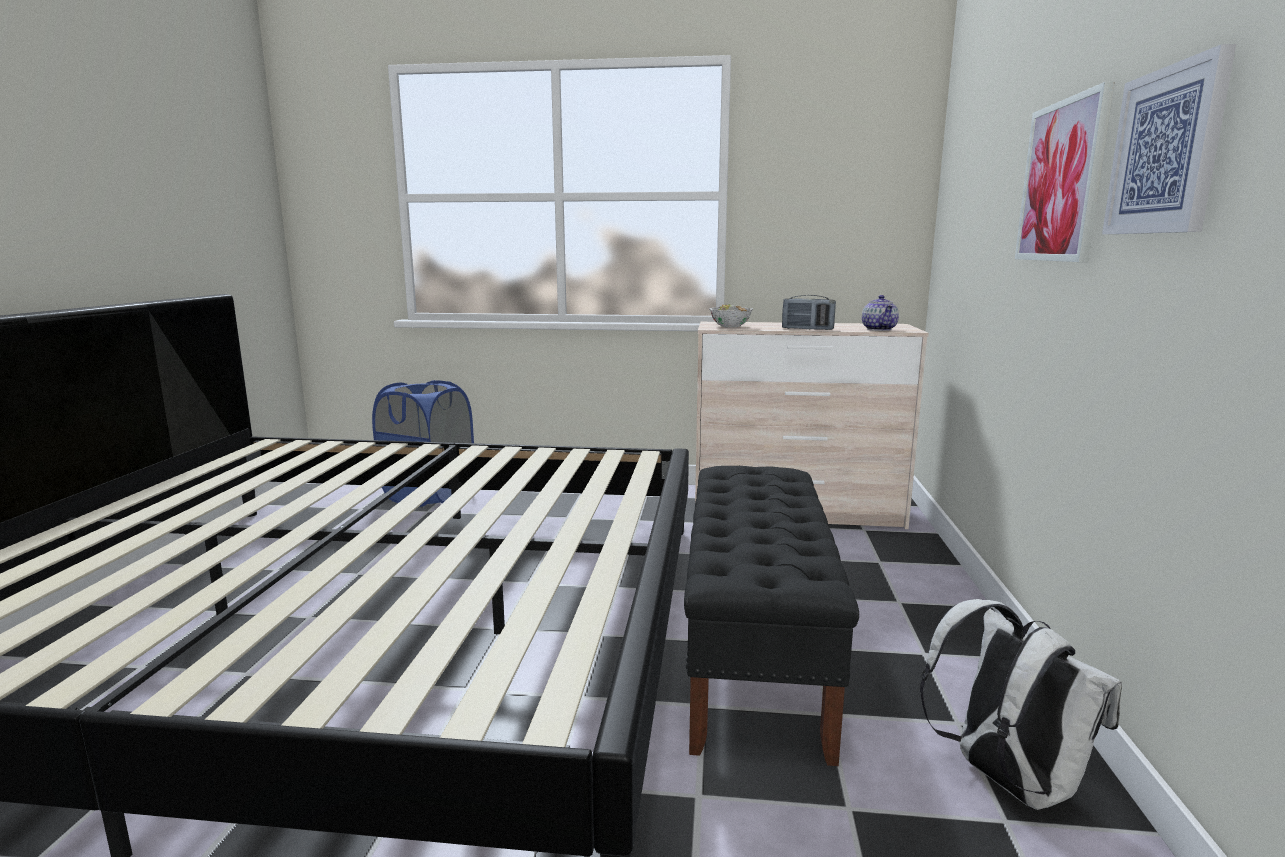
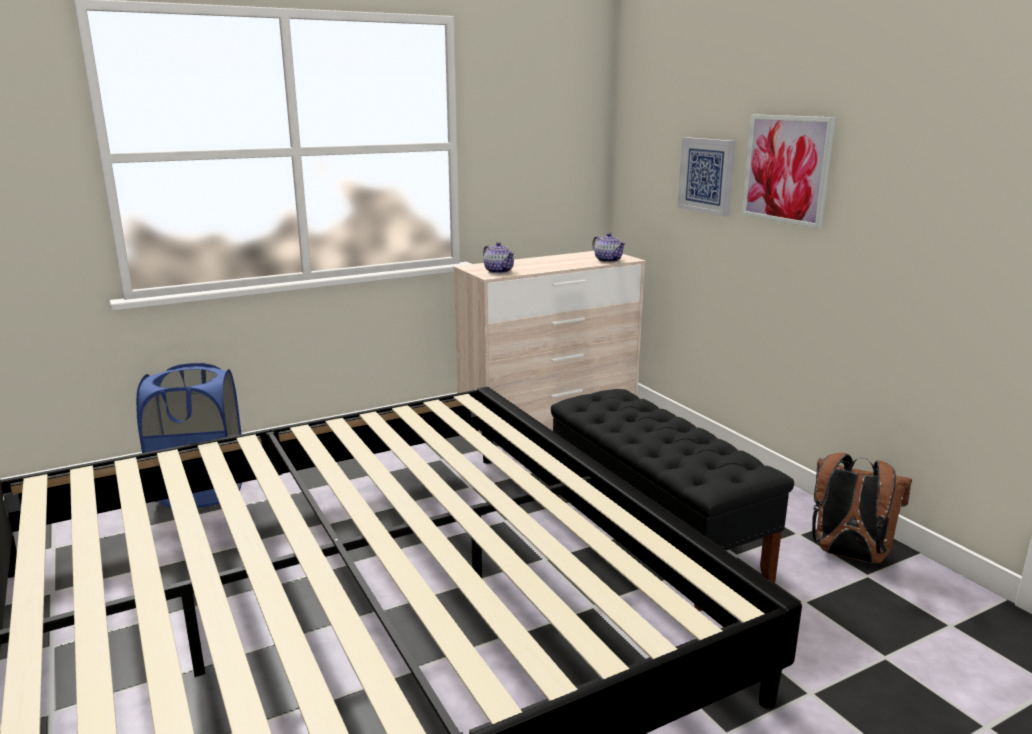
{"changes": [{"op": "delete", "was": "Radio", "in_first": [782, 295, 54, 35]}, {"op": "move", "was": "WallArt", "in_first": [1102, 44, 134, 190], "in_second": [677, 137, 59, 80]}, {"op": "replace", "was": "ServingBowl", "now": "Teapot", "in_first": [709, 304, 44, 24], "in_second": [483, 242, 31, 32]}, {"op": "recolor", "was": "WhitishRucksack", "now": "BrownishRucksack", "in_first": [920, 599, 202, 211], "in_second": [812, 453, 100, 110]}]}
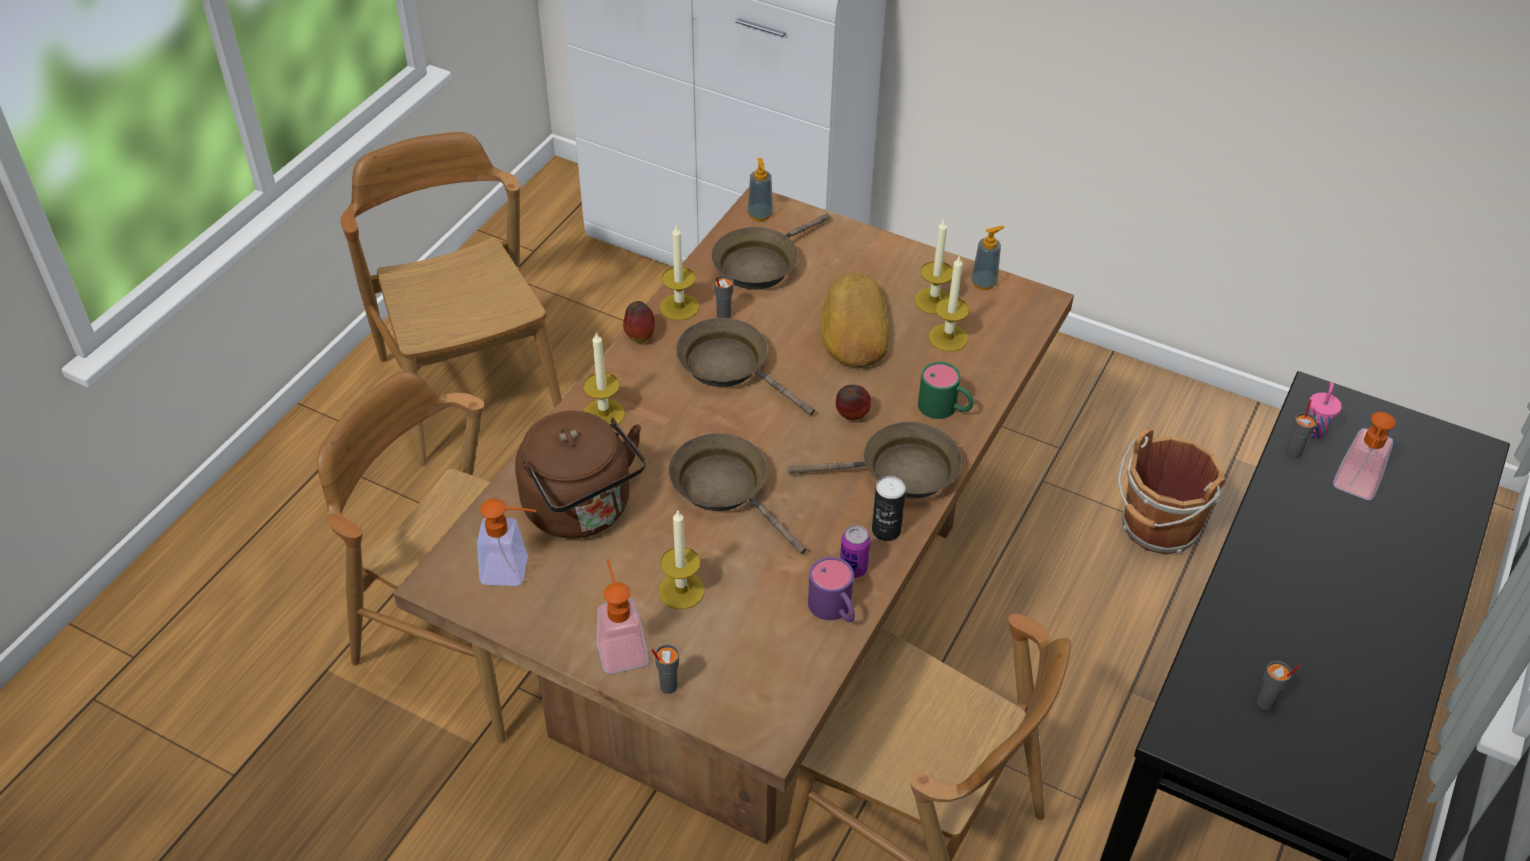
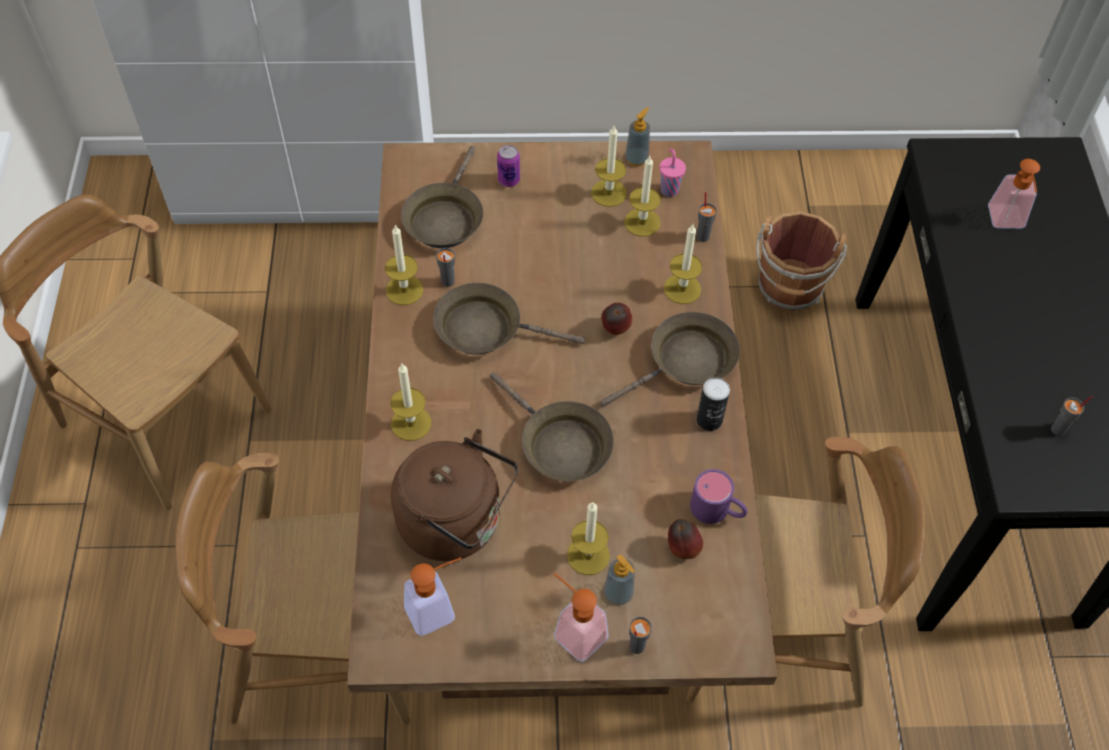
{"changes": [{"op": "delete", "was": "BakeryBread", "in_first": [821, 273, 68, 94]}, {"op": "move", "was": "WholeApple", "in_first": [623, 301, 32, 42], "in_second": [668, 519, 35, 41]}, {"op": "move", "was": "SoapDispenser", "in_first": [748, 158, 25, 63], "in_second": [604, 554, 31, 51]}, {"op": "move", "was": "Can", "in_first": [840, 525, 31, 53], "in_second": [497, 145, 23, 42]}, {"op": "move", "was": "GrayDrinkingCup", "in_first": [1286, 399, 31, 60], "in_second": [697, 192, 20, 50]}, {"op": "move", "was": "PinkColouredDrinkingCup", "in_first": [1308, 382, 34, 57], "in_second": [659, 149, 27, 48]}, {"op": "replace", "was": "GreenMug", "now": "Candle", "in_first": [918, 362, 56, 57], "in_second": [664, 225, 38, 79]}, {"op": "rotate", "was": "BrownishPan", "in_first": [669, 433, 137, 121], "in_second": [490, 372, 124, 109], "clockwise": -150}]}
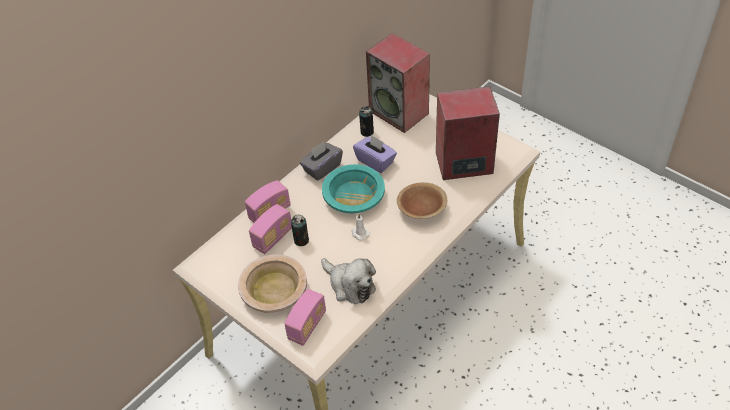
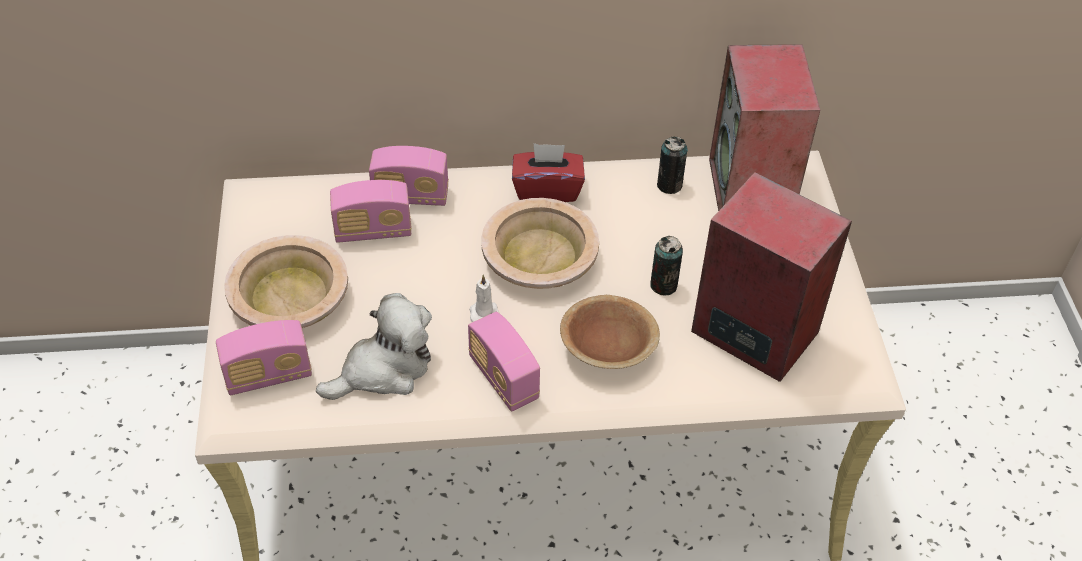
{"changes": [{"op": "delete", "was": "PurplishBoxOfTissues", "in_first": [353, 134, 44, 39]}, {"op": "insert", "now": "Radio", "in_second": [468, 312, 72, 99]}, {"op": "move", "was": "Can", "in_first": [291, 214, 18, 32], "in_second": [650, 236, 33, 60]}, {"op": "recolor", "was": "GrayBoxOfTissues", "now": "RedBoxOfTissues", "in_first": [300, 142, 43, 39], "in_second": [512, 143, 73, 59]}, {"op": "recolor", "was": "TurquoiseColouredServingBowl", "now": "SandColouredServingBowl", "in_first": [322, 164, 63, 49], "in_second": [481, 198, 118, 91]}, {"op": "rotate", "was": "SoftToy", "in_first": [321, 258, 55, 46], "in_second": [316, 293, 116, 107], "clockwise": -120}]}
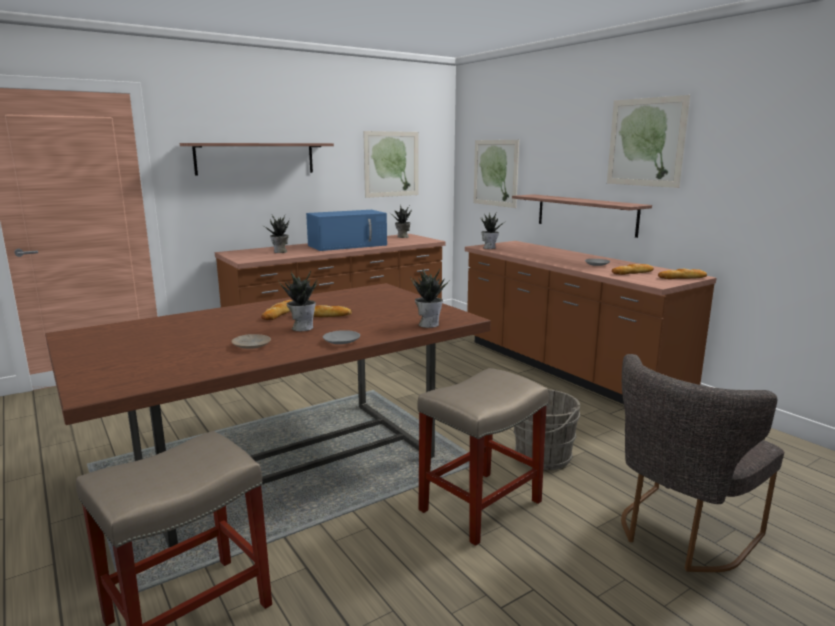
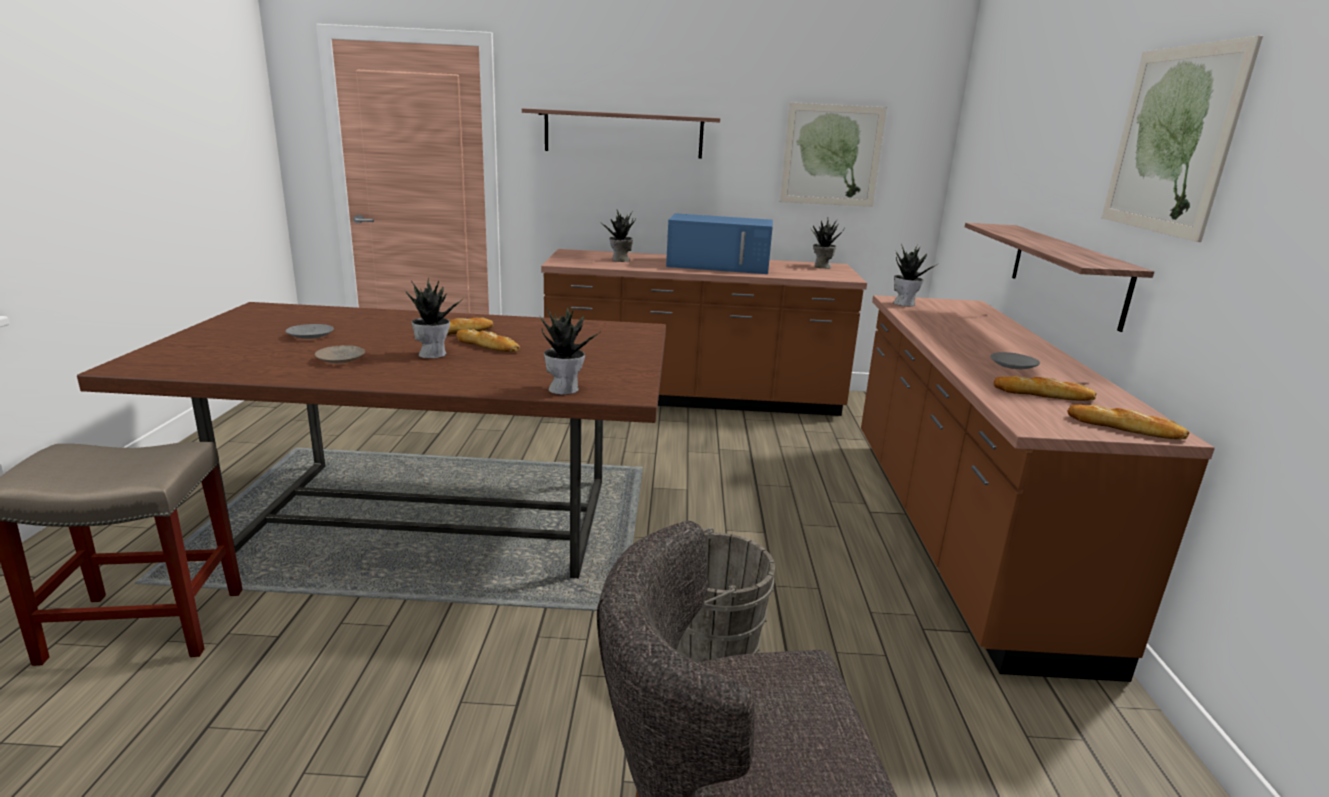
{"changes": [{"op": "delete", "was": "SandColouredStool", "in_first": [418, 368, 130, 178]}, {"op": "delete", "was": "WallArt", "in_first": [473, 140, 46, 68]}, {"op": "move", "was": "GrayPlate", "in_first": [323, 330, 37, 14], "in_second": [285, 324, 49, 15]}]}
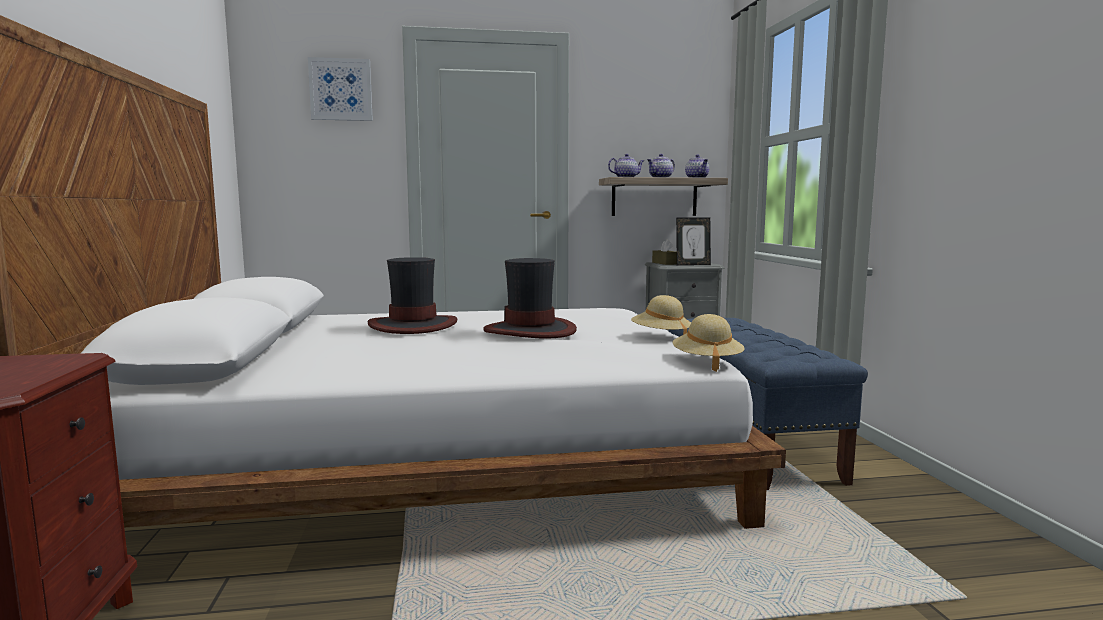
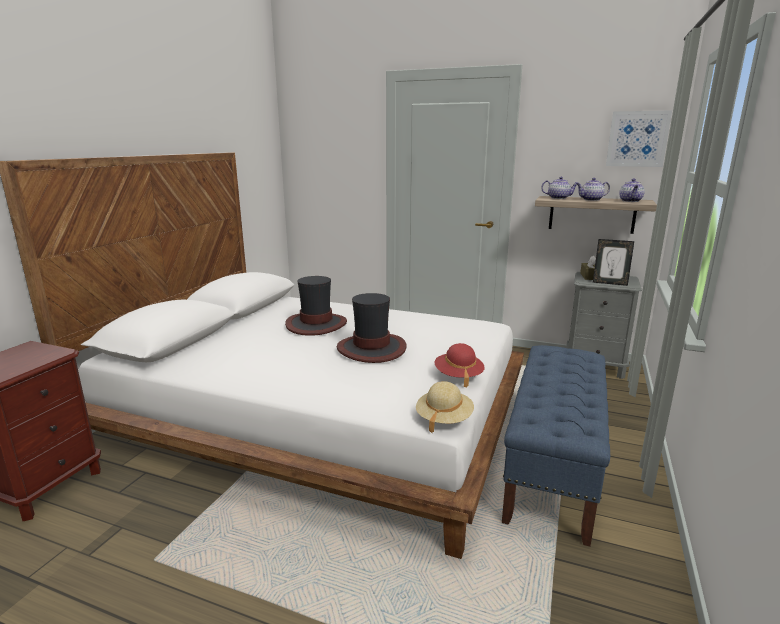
{"changes": [{"op": "move", "was": "WallArt", "in_first": [308, 57, 65, 64], "in_second": [606, 110, 66, 57]}, {"op": "recolor", "was": "SandColouredClothingHat", "now": "RedClothingHat", "in_first": [631, 295, 60, 40], "in_second": [435, 343, 50, 45]}]}
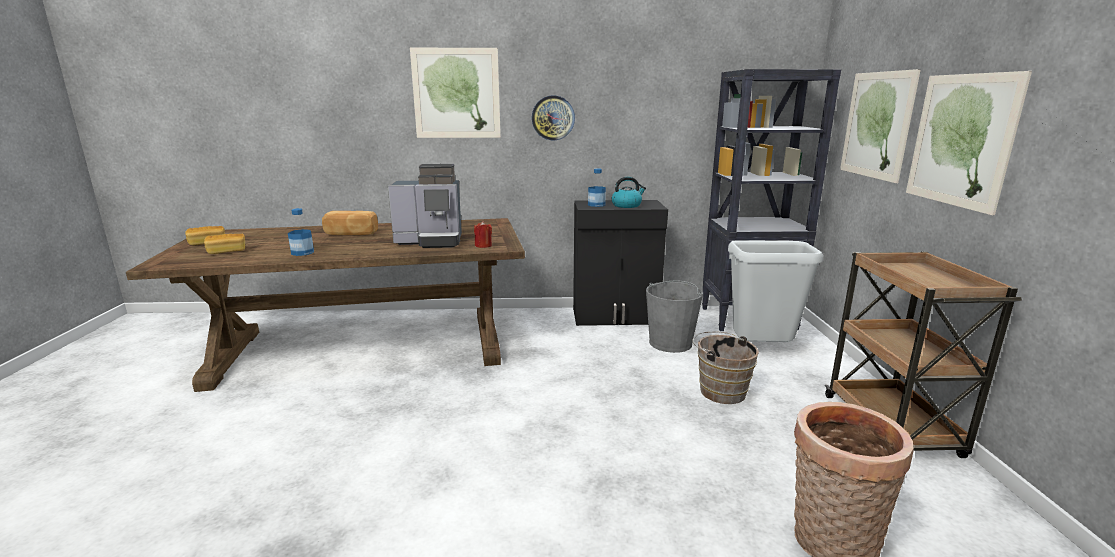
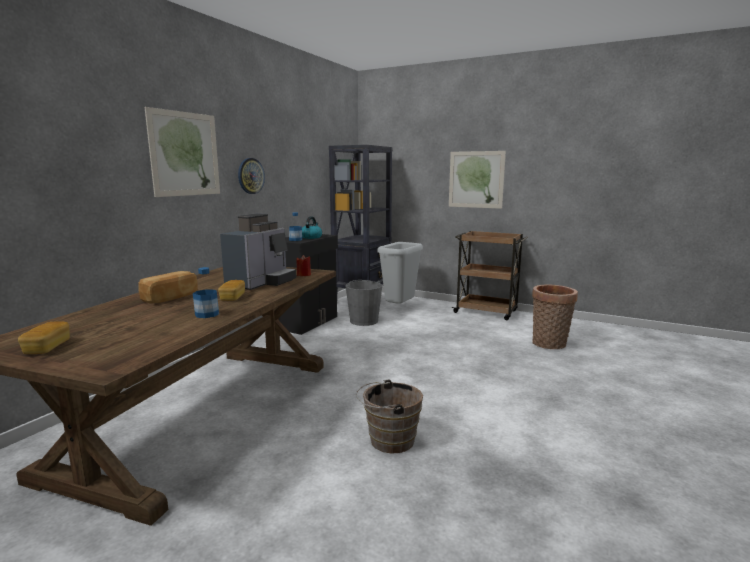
{"changes": [{"op": "delete", "was": "WallArt", "in_first": [840, 69, 81, 114]}, {"op": "move", "was": "BakeryBread", "in_first": [204, 234, 41, 20], "in_second": [218, 280, 27, 21]}, {"op": "move", "was": "BrownishBucket", "in_first": [692, 331, 67, 73], "in_second": [356, 380, 67, 74]}]}
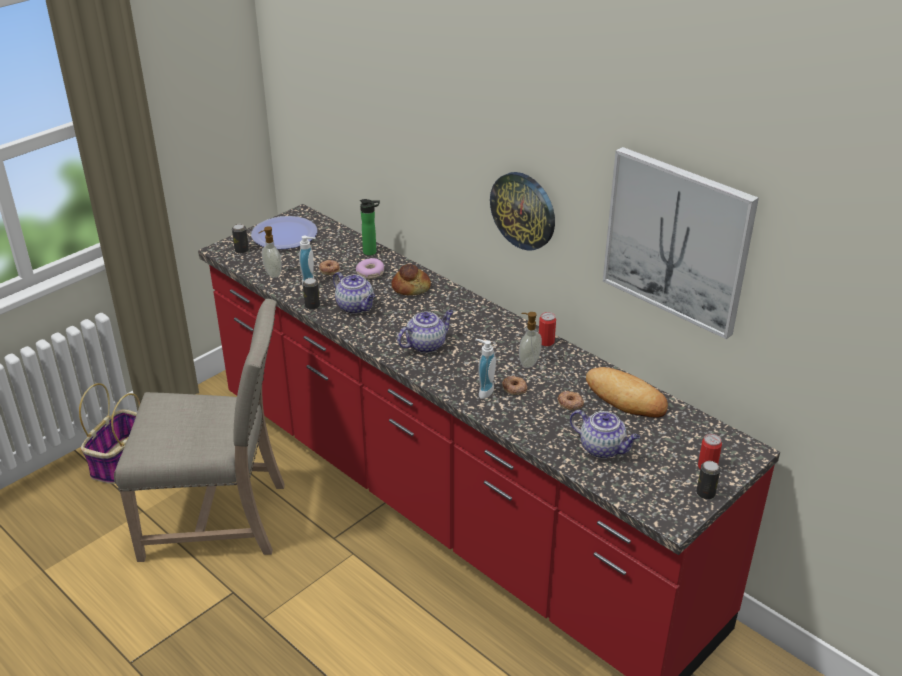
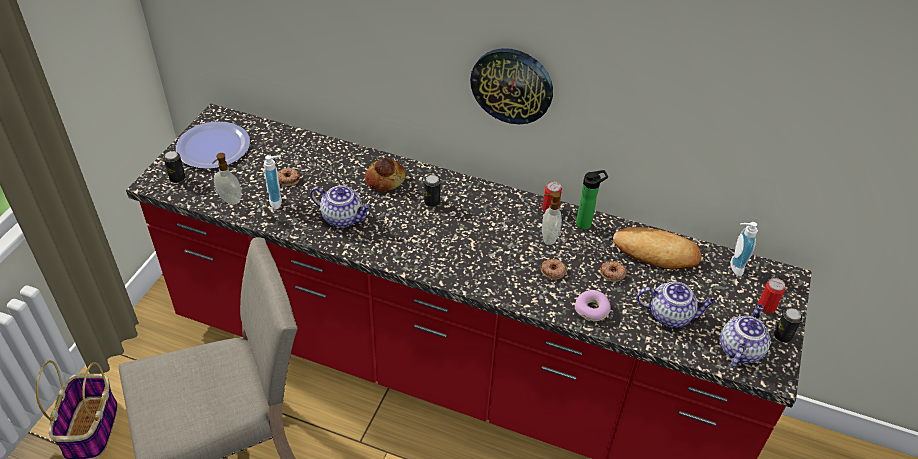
{"changes": [{"op": "delete", "was": "WallArt", "in_first": [603, 147, 156, 192]}, {"op": "move", "was": "Can", "in_first": [303, 278, 17, 32], "in_second": [424, 175, 17, 32]}, {"op": "move", "was": "RingDoughnut", "in_first": [356, 258, 28, 21], "in_second": [575, 290, 36, 31]}, {"op": "move", "was": "Bottle", "in_first": [360, 199, 20, 57], "in_second": [576, 170, 32, 60]}, {"op": "move", "was": "Teapot", "in_first": [397, 310, 57, 43], "in_second": [720, 304, 51, 64]}, {"op": "move", "was": "SoapDispenser", "in_first": [475, 339, 21, 60], "in_second": [730, 222, 28, 54]}]}
